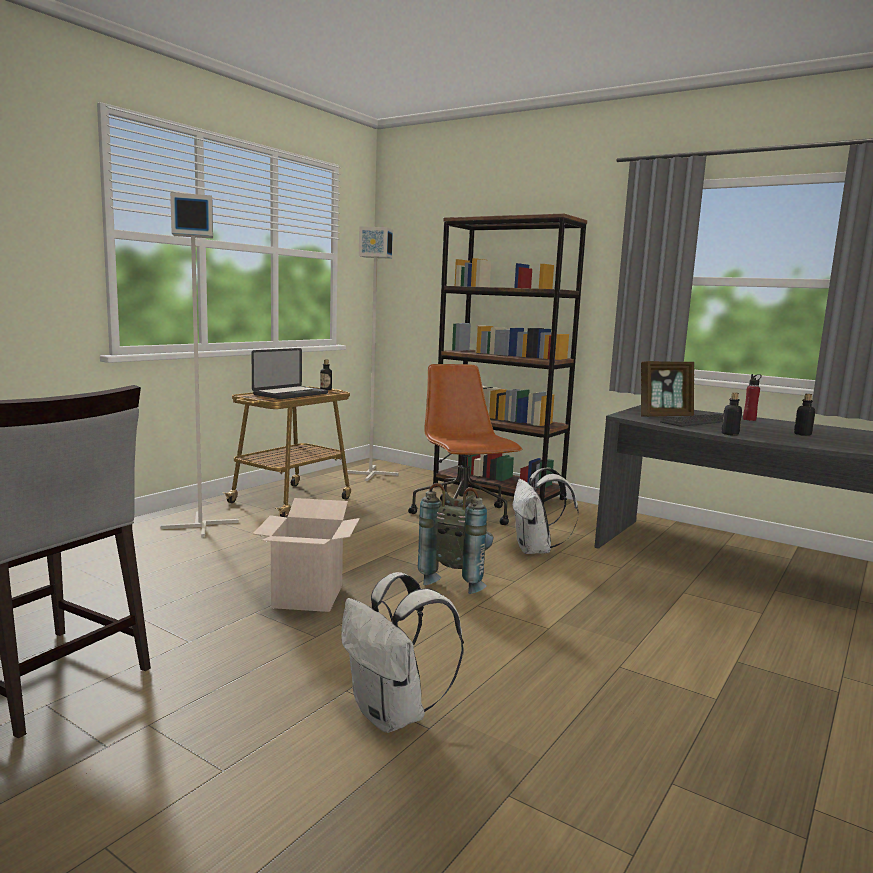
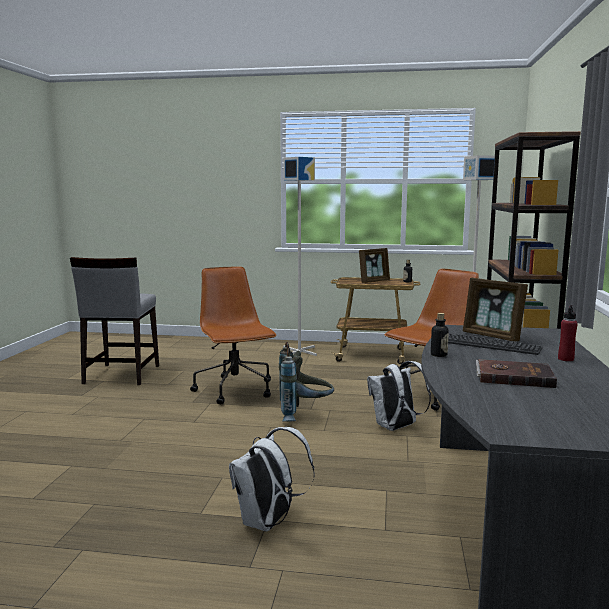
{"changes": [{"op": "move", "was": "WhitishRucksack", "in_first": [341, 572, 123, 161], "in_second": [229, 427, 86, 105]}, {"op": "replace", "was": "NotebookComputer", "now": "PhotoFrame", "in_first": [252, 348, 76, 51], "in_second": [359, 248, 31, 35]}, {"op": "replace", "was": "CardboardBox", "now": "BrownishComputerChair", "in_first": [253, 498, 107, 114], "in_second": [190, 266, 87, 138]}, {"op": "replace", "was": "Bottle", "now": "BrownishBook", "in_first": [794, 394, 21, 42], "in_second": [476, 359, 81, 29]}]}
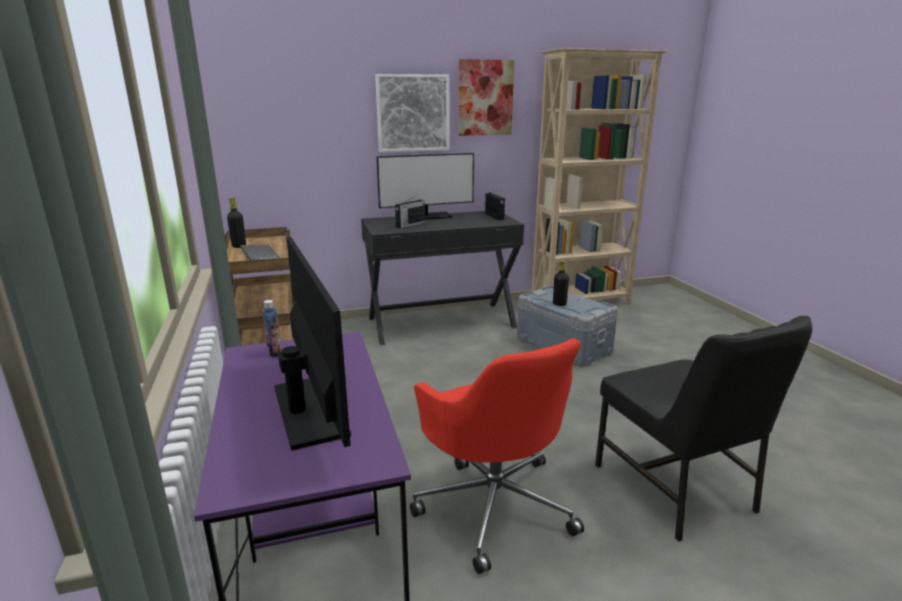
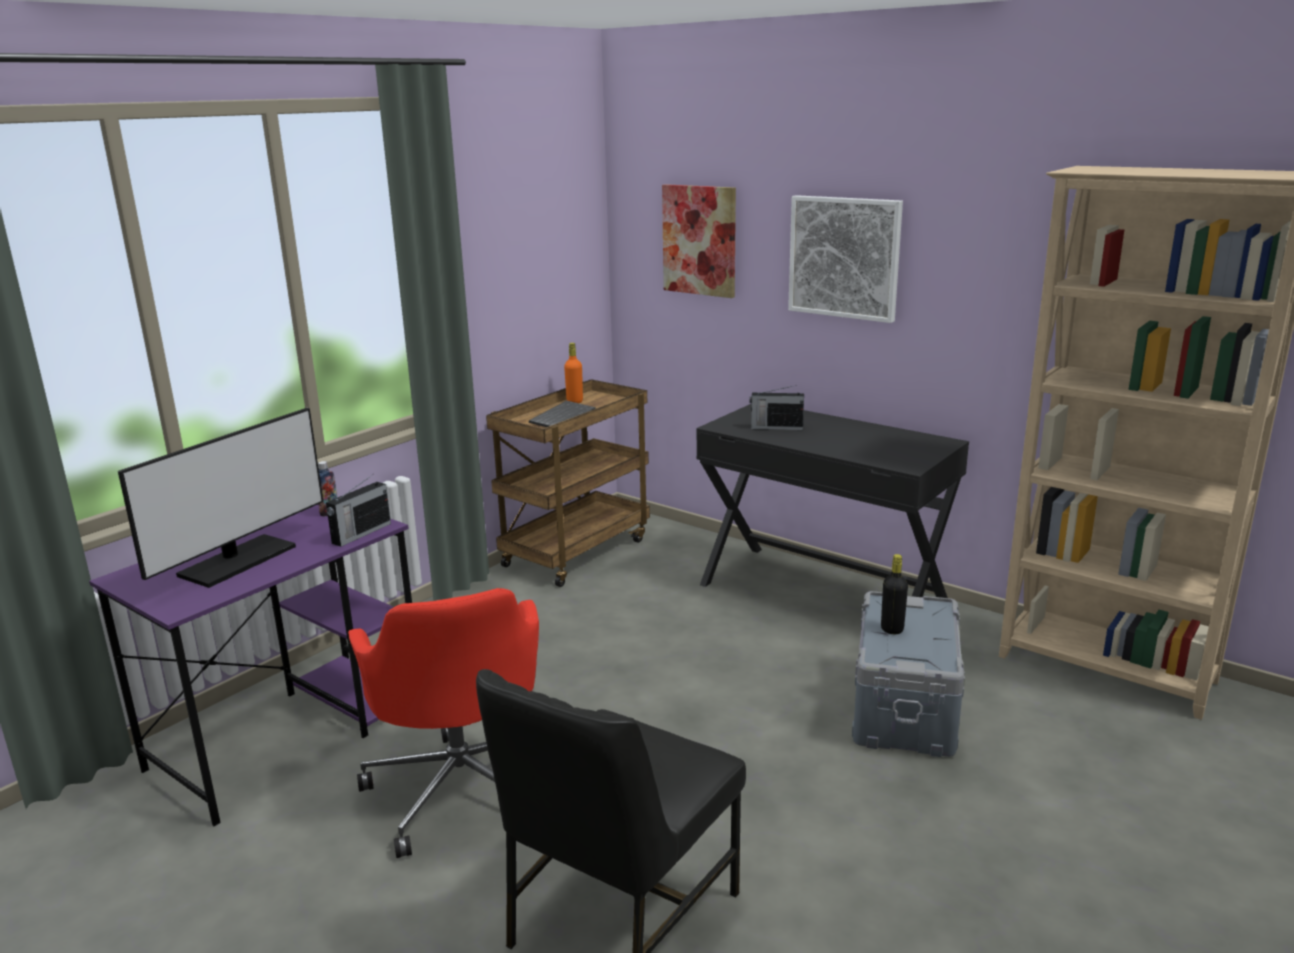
{"changes": [{"op": "delete", "was": "ComputerDisplay", "in_first": [377, 153, 97, 67]}, {"op": "move", "was": "WallArt", "in_first": [459, 59, 55, 77], "in_second": [662, 184, 74, 114]}, {"op": "move", "was": "Radio", "in_first": [485, 188, 20, 32], "in_second": [326, 475, 65, 72]}, {"op": "recolor", "was": "BlackBottle", "now": "OrangeColouredBottle", "in_first": [227, 198, 19, 50], "in_second": [564, 343, 19, 60]}, {"op": "rotate", "was": "RedComputerChair", "in_first": [410, 338, 174, 236], "in_second": [348, 588, 191, 270], "clockwise": -45}]}
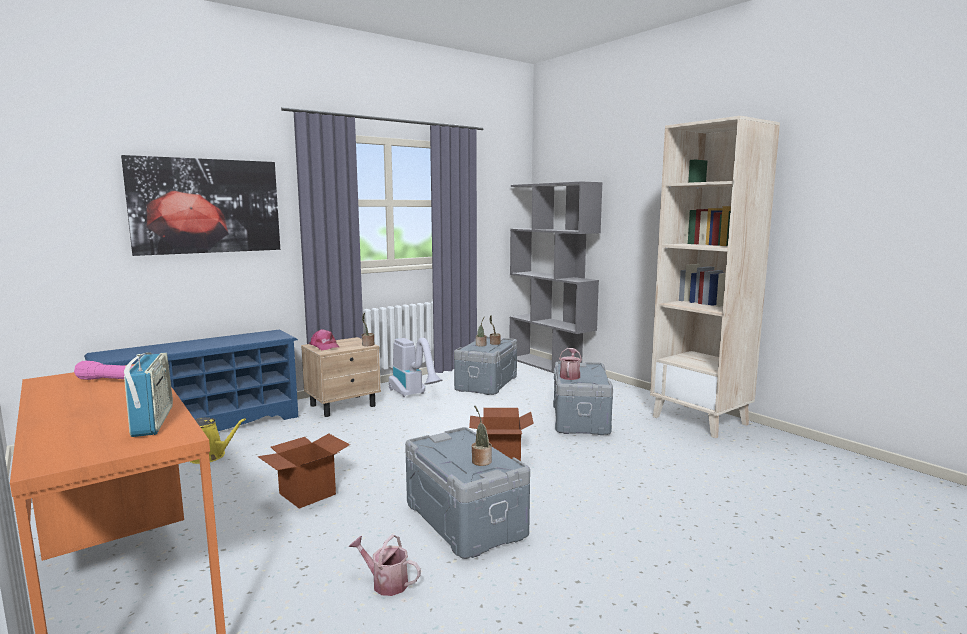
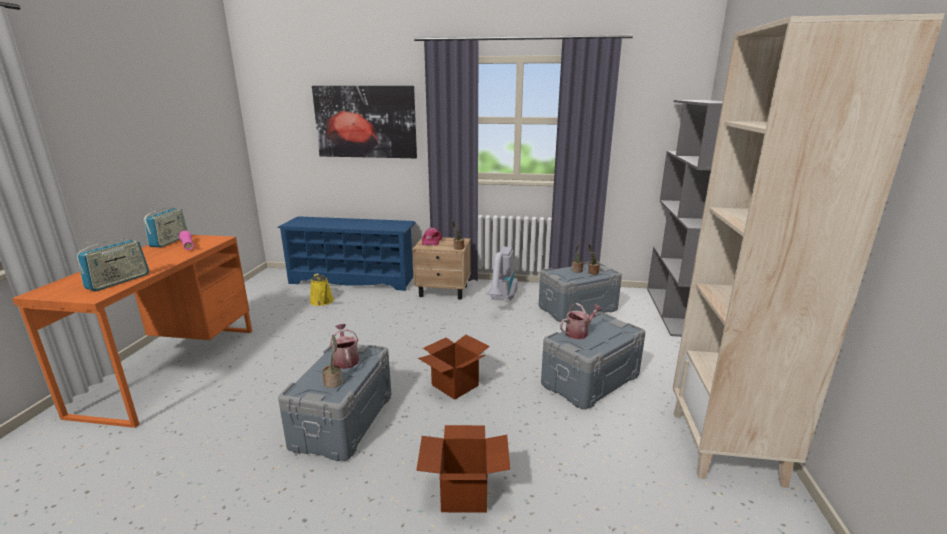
{"changes": [{"op": "insert", "now": "Radio", "in_second": [144, 208, 43, 40]}, {"op": "move", "was": "CardboardBox", "in_first": [258, 433, 92, 76], "in_second": [416, 425, 94, 88]}, {"op": "move", "was": "SprinklingCan", "in_first": [349, 535, 72, 61], "in_second": [330, 324, 29, 45]}]}
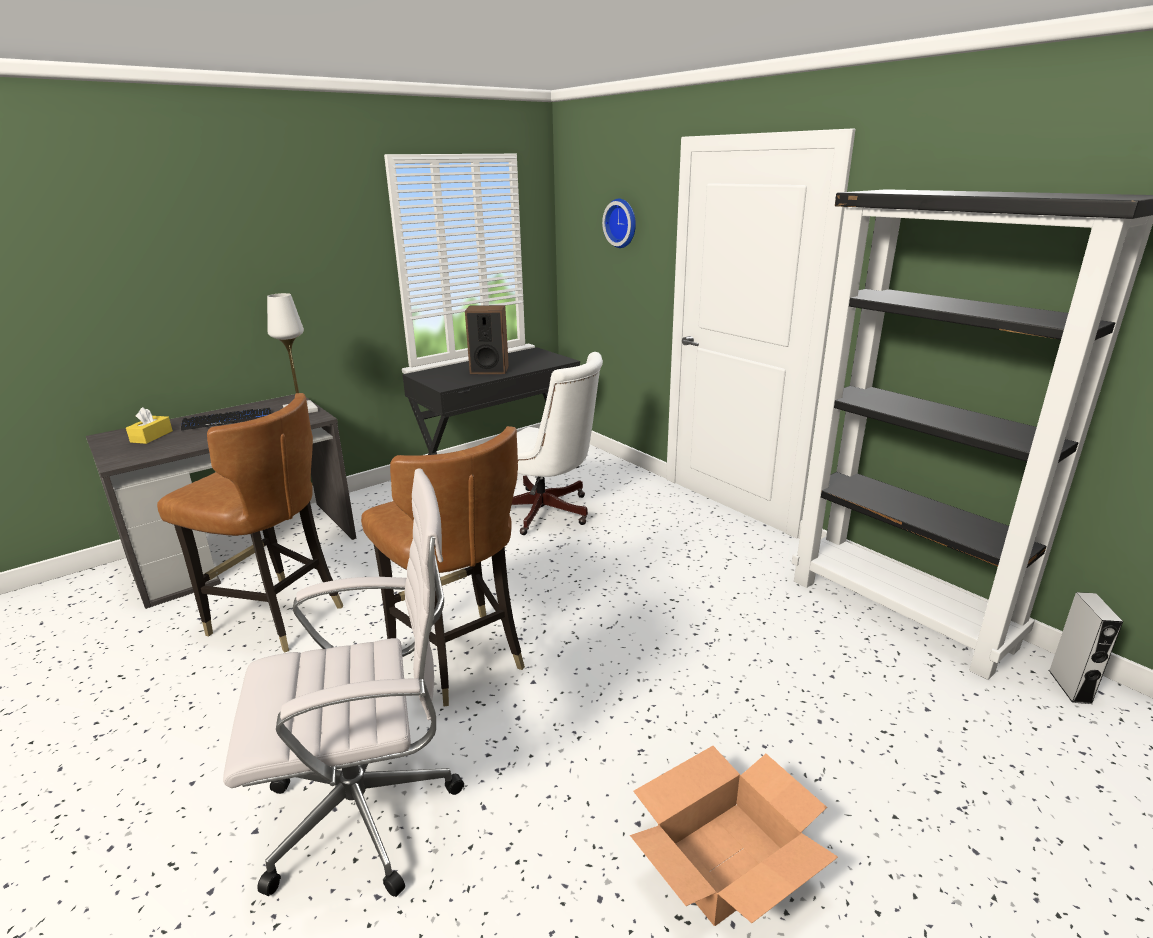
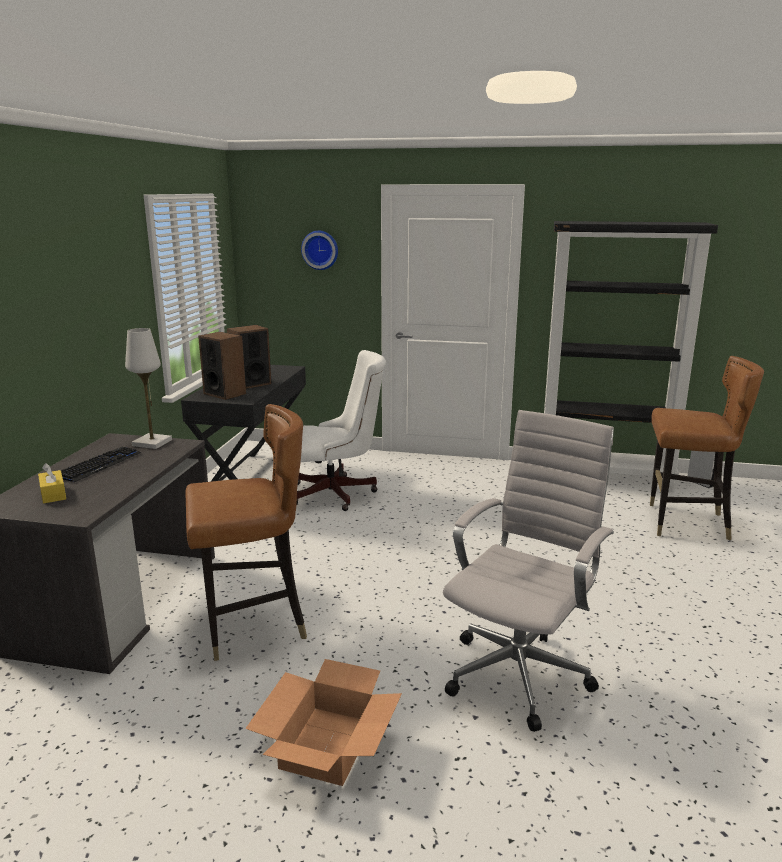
{"changes": [{"op": "insert", "now": "Loudspeaker", "in_second": [198, 332, 48, 68]}, {"op": "move", "was": "BrownishPlainChair", "in_first": [361, 426, 164, 281], "in_second": [650, 356, 114, 184]}, {"op": "move", "was": "CardboardBox", "in_first": [630, 746, 208, 180], "in_second": [245, 659, 157, 127]}]}
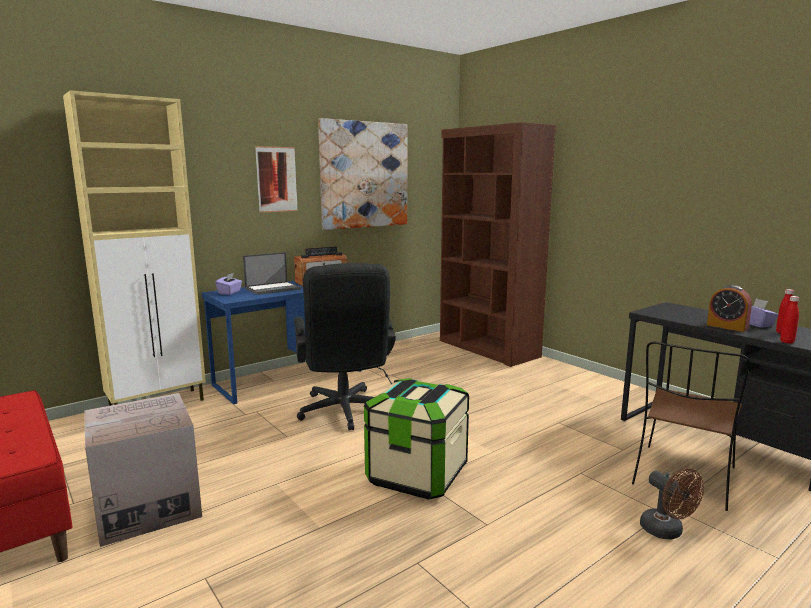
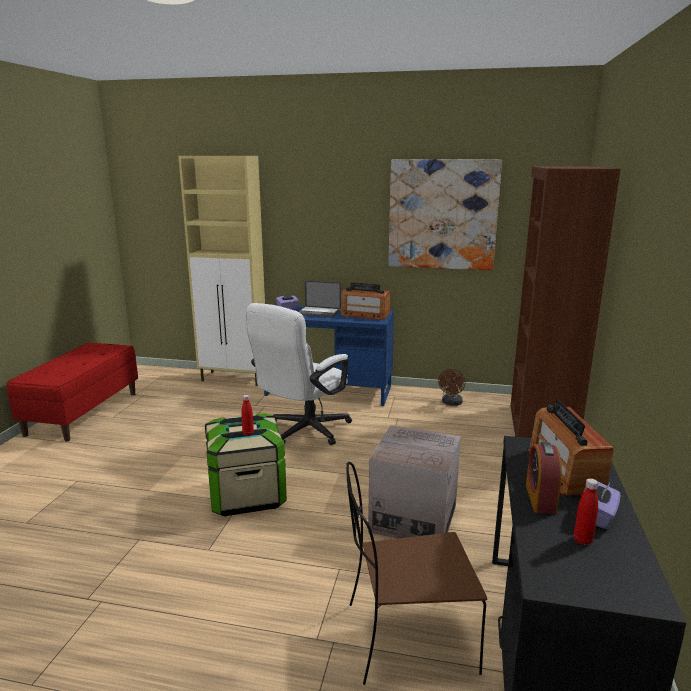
{"changes": [{"op": "delete", "was": "WallArt", "in_first": [255, 146, 43, 67]}, {"op": "insert", "now": "Radio", "in_second": [528, 399, 86, 97]}, {"op": "move", "was": "CardboardBox", "in_first": [84, 393, 118, 154], "in_second": [368, 425, 93, 114]}, {"op": "move", "was": "BrownishFan", "in_first": [640, 468, 64, 72], "in_second": [438, 369, 27, 37]}, {"op": "move", "was": "RedBottle", "in_first": [780, 296, 19, 48], "in_second": [241, 395, 13, 41]}, {"op": "recolor", "was": "BlackComputerChair", "now": "WhitishComputerChair", "in_first": [294, 263, 102, 167], "in_second": [246, 303, 106, 142]}]}
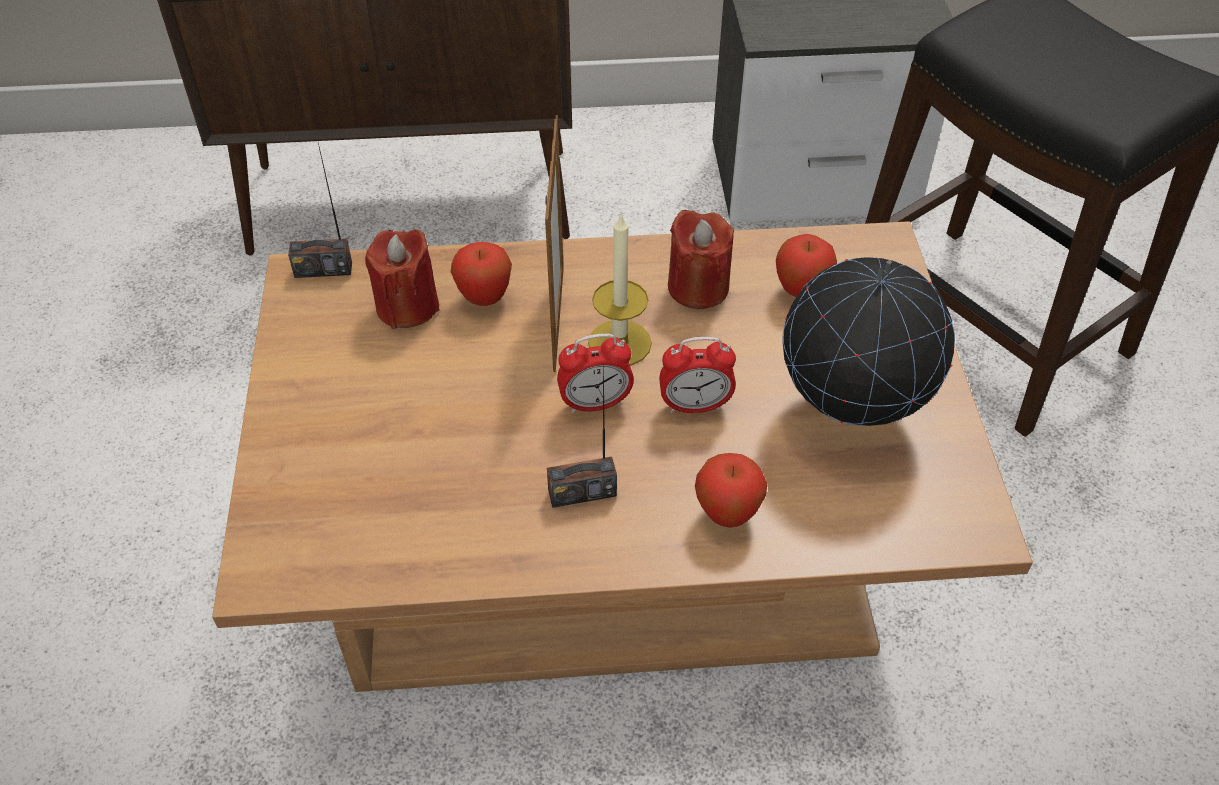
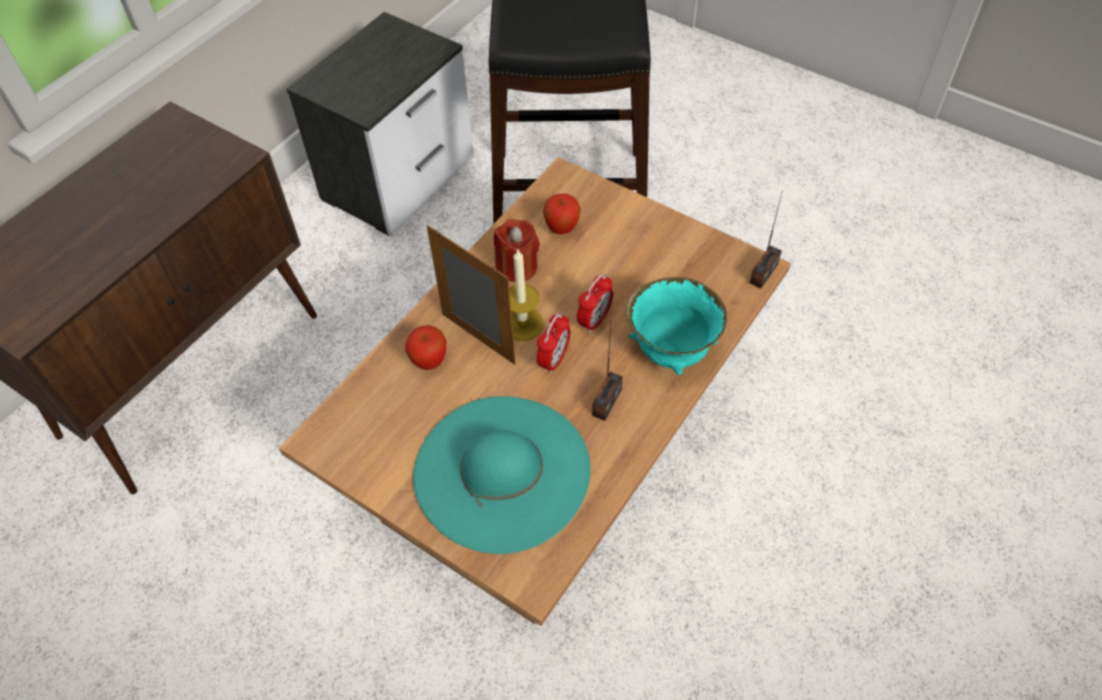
{"changes": [{"op": "delete", "was": "RedCandle", "in_first": [365, 229, 75, 100]}, {"op": "delete", "was": "Globe", "in_first": [782, 257, 173, 169]}, {"op": "insert", "now": "TurquoiseColouredClothingHat", "in_second": [413, 396, 178, 158]}, {"op": "move", "was": "Radio", "in_first": [288, 143, 64, 135], "in_second": [750, 190, 33, 98]}, {"op": "replace", "was": "WholeApple", "now": "TurquoiseColouredServingBowl", "in_first": [695, 453, 72, 75], "in_second": [626, 277, 101, 98]}]}
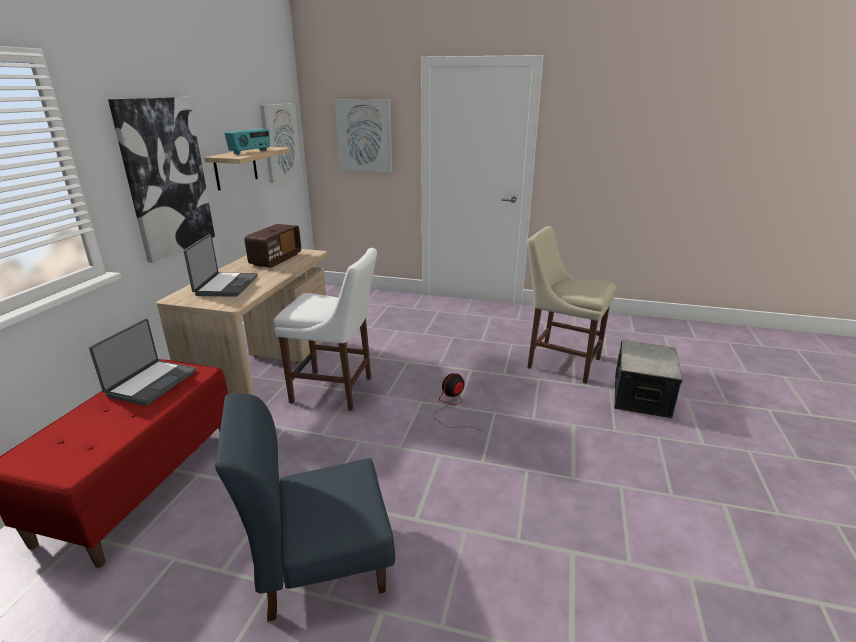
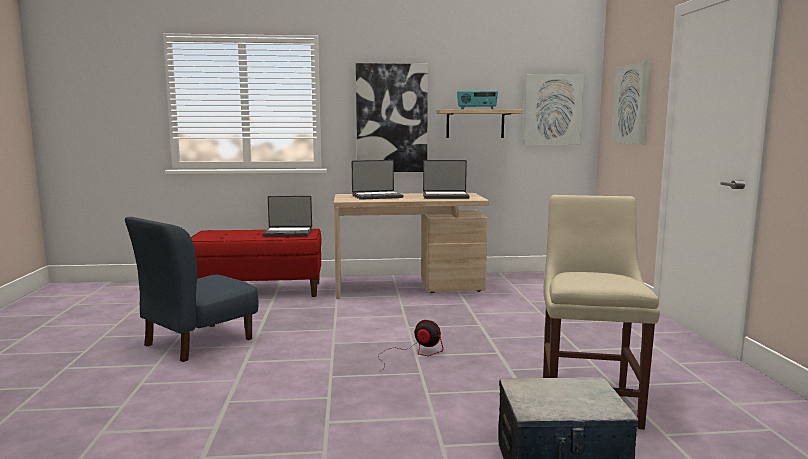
{"changes": [{"op": "delete", "was": "WhitishPlainChair", "in_first": [273, 248, 104, 163]}, {"op": "replace", "was": "Radio", "now": "NotebookComputer", "in_first": [245, 224, 56, 44], "in_second": [423, 160, 47, 39]}, {"op": "rotate", "was": "BluishPlainChair", "in_first": [215, 393, 180, 229], "in_second": [125, 217, 134, 145], "clockwise": -105}]}
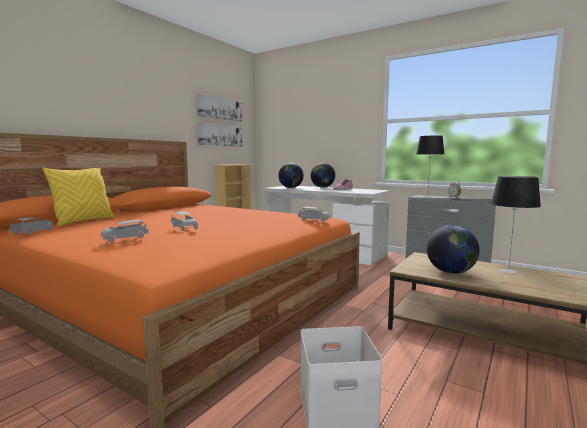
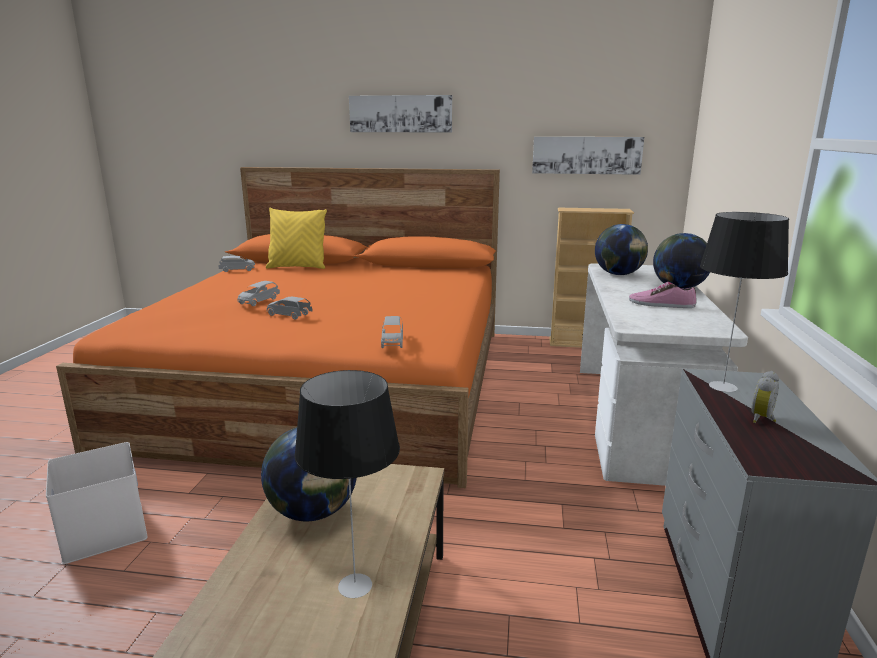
{"changes": [{"op": "move", "was": "GrayMiniatureCar", "in_first": [101, 220, 48, 22], "in_second": [267, 297, 45, 23]}, {"op": "move", "was": "WallArt", "in_first": [197, 94, 46, 28], "in_second": [349, 95, 103, 37]}]}
